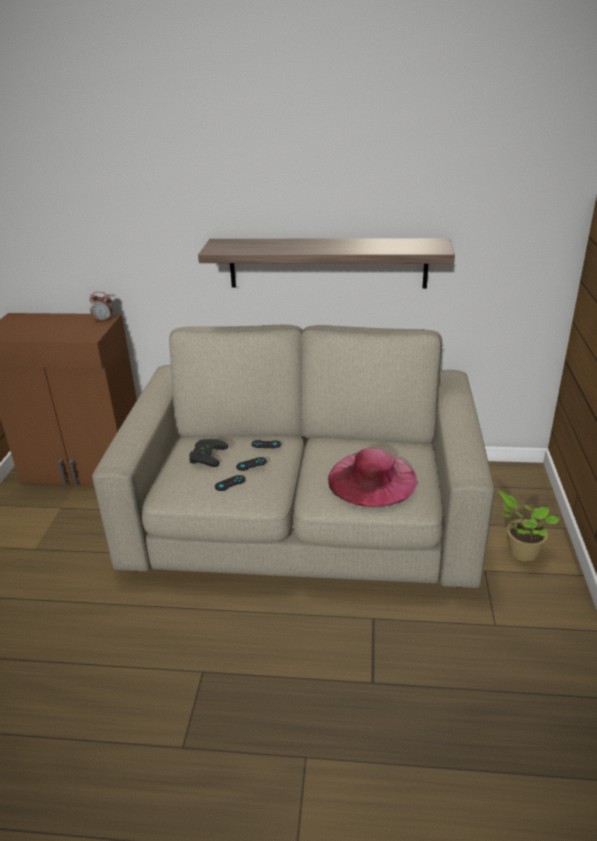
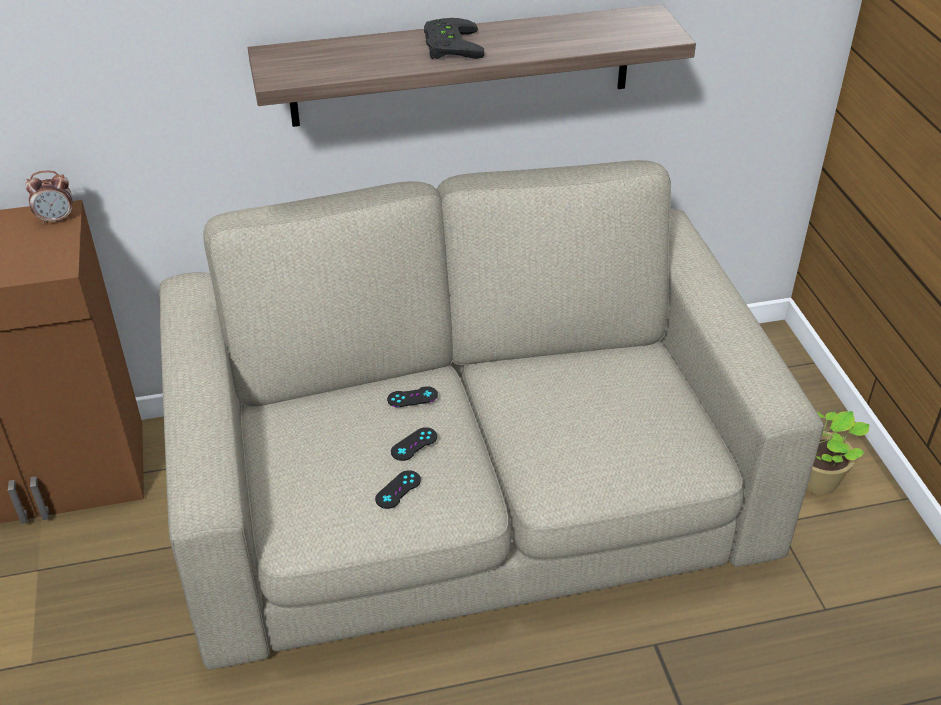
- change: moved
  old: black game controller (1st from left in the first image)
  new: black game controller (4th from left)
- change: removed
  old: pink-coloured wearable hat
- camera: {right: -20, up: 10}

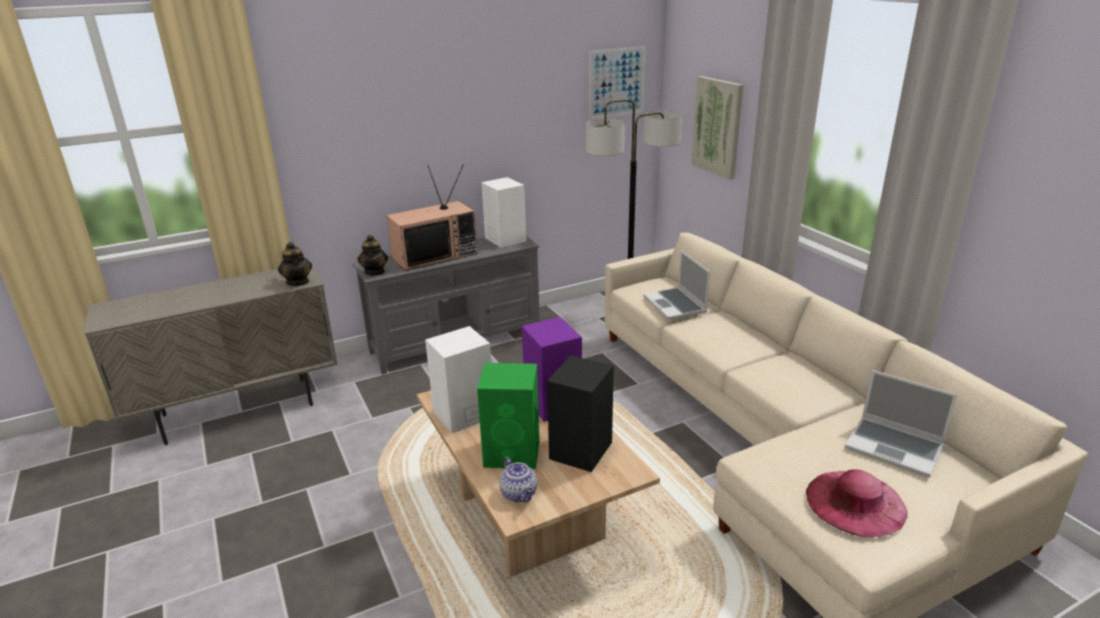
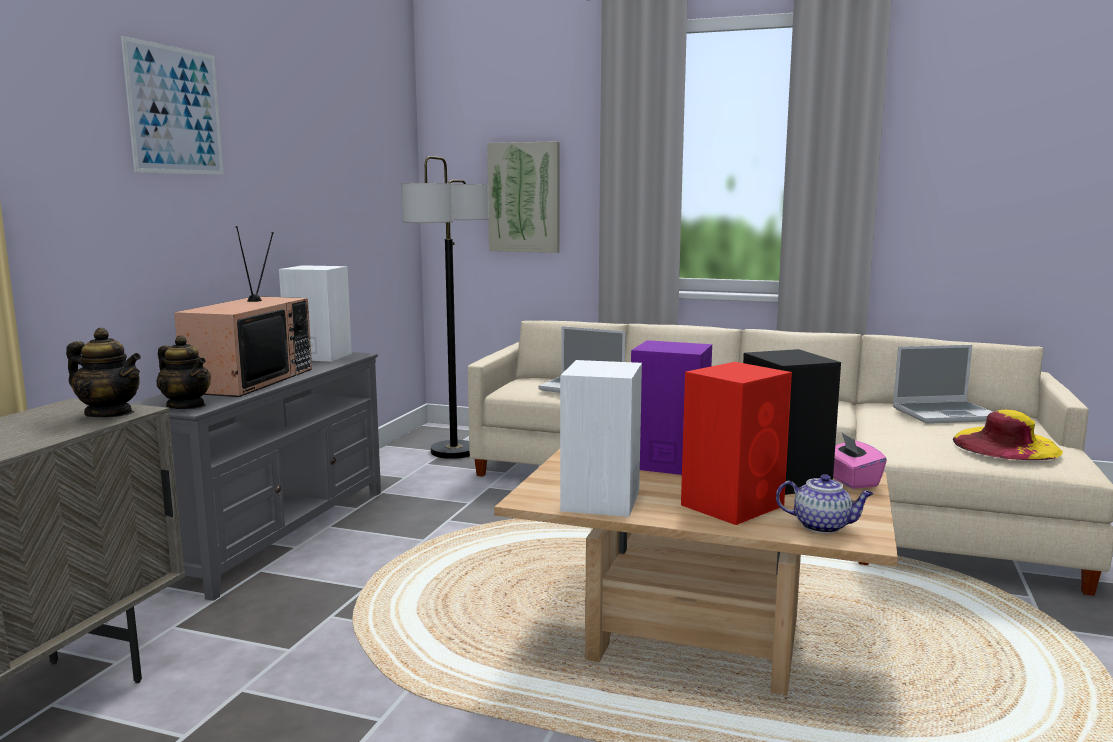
- change: moved
  old: wall art (1st from left)
- change: recoloured
  old: green loudspeaker
  new: red loudspeaker
- change: added
  new: pink-coloured tissue box
- change: recoloured
  old: pink-coloured wearable hat
  new: yellow wearable hat
- camera: {right: -45, up: -15}

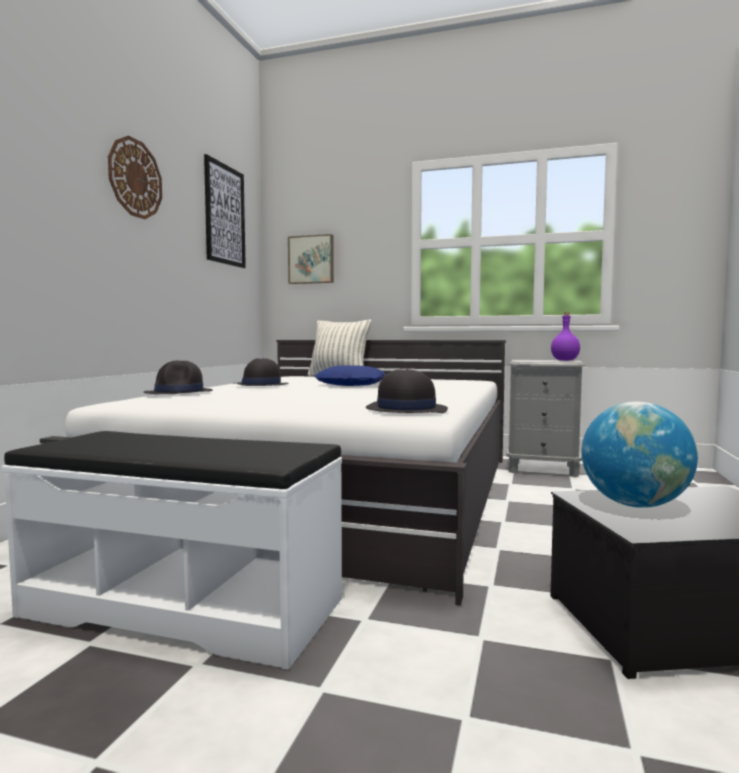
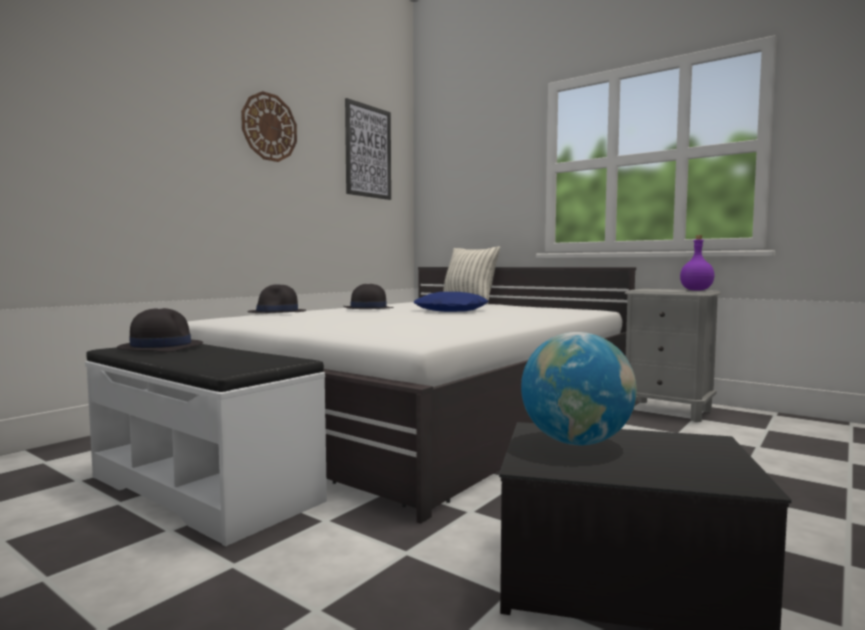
- change: moved
  old: black wearable hat (3rd from left in the first image)
  new: black wearable hat (1st from left)
- change: removed
  old: wall art (2nd from left)
- camera: {right: 20, up: 0}

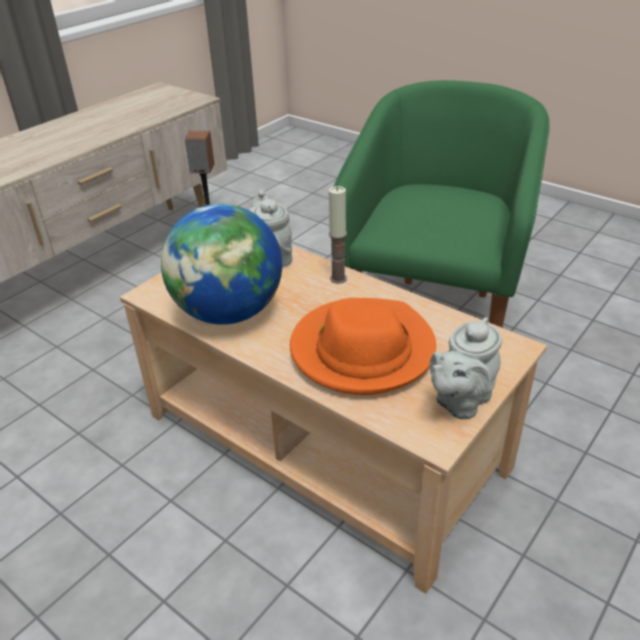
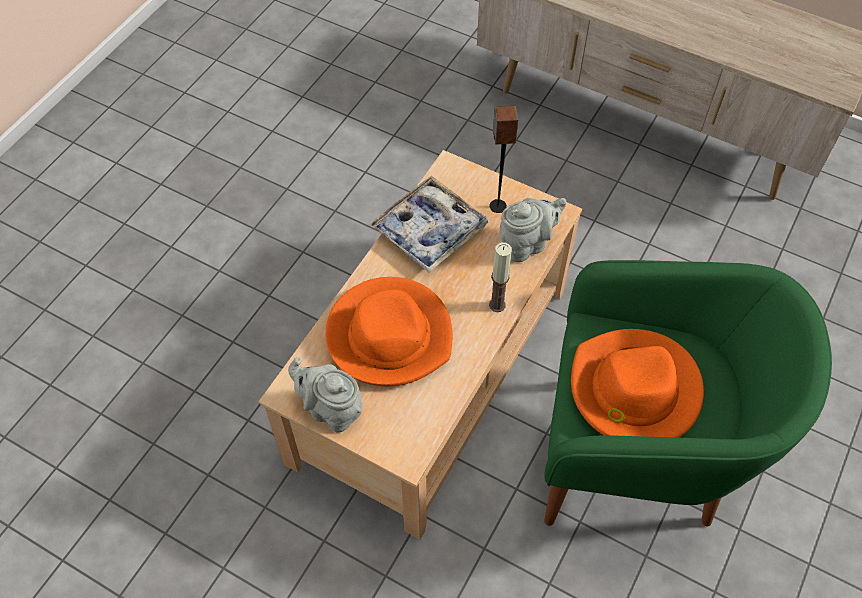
- change: replaced
  old: globe
  new: tray
- change: added
  new: orangey wearable hat (2nd from left)
- camera: {right: 80, up: 20}

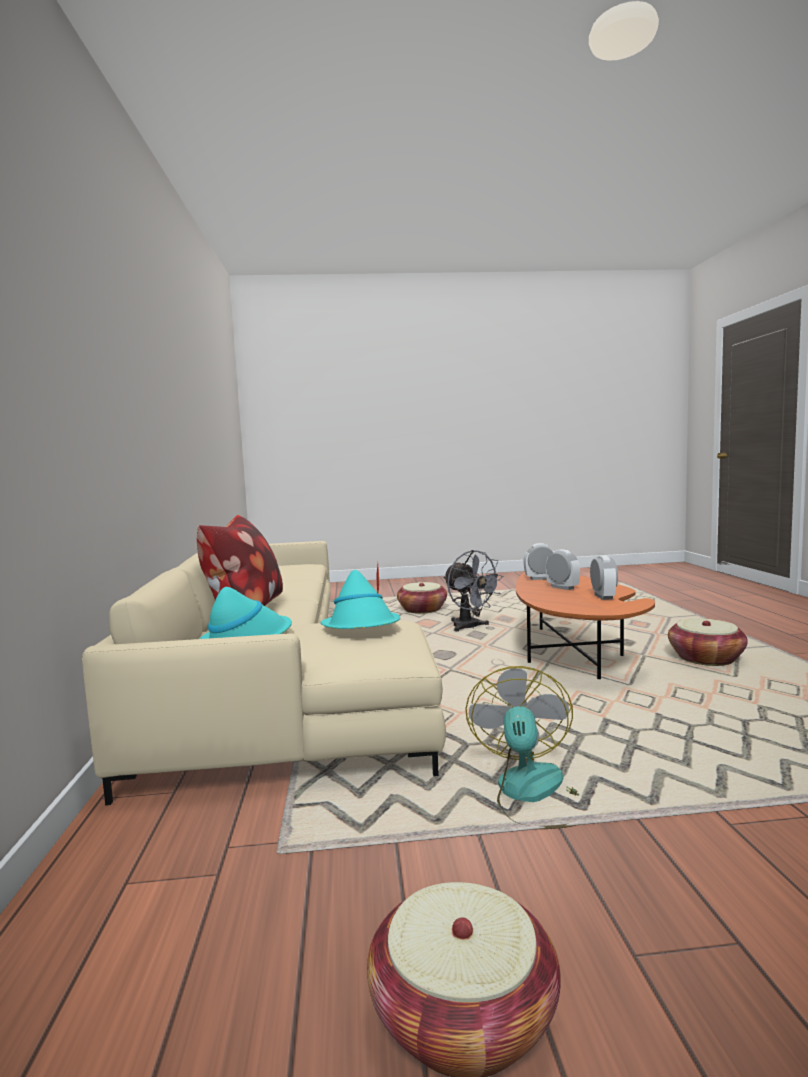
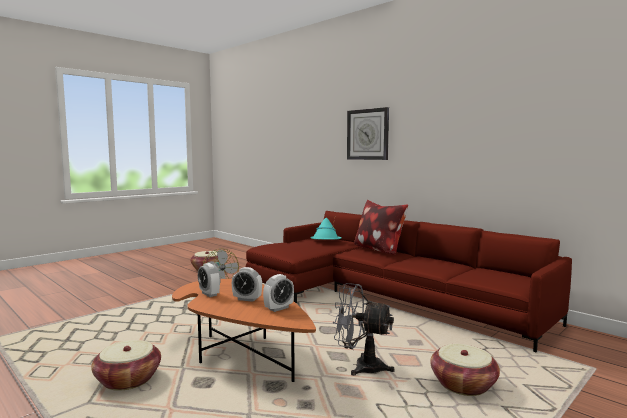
- change: recoloured
  old: beige sofa
  new: red sofa
- change: added
  new: clock on the wall
- change: removed
  old: blue-green wearable hat (2nd from left)
- camera: {right: 140, up: 0}

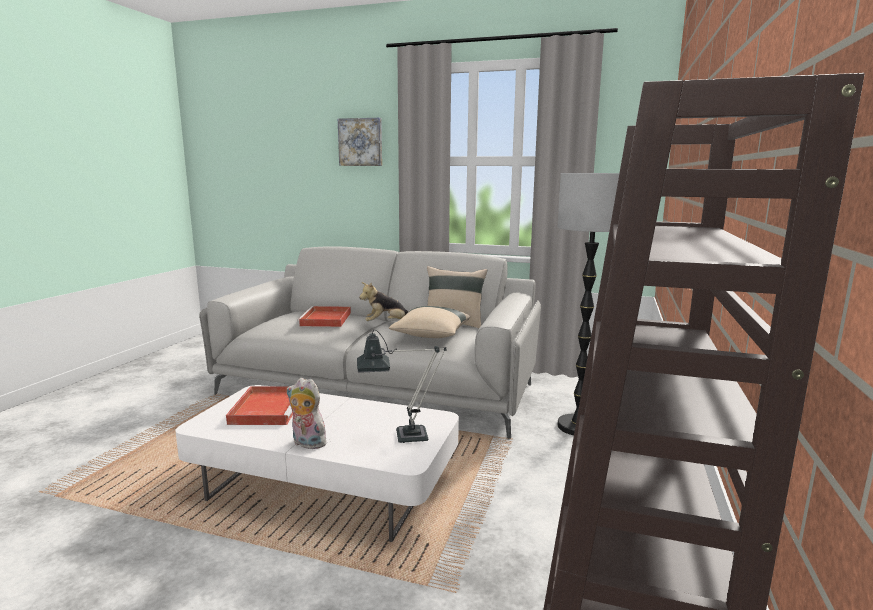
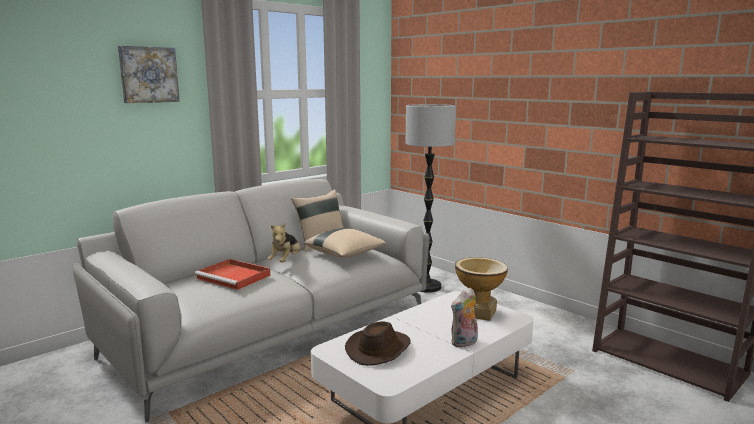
- change: replaced
  old: red tray (1st from left)
  new: brown wearable hat
- change: replaced
  old: lamp for a table
  new: vase
- camera: {right: -60, up: 0}

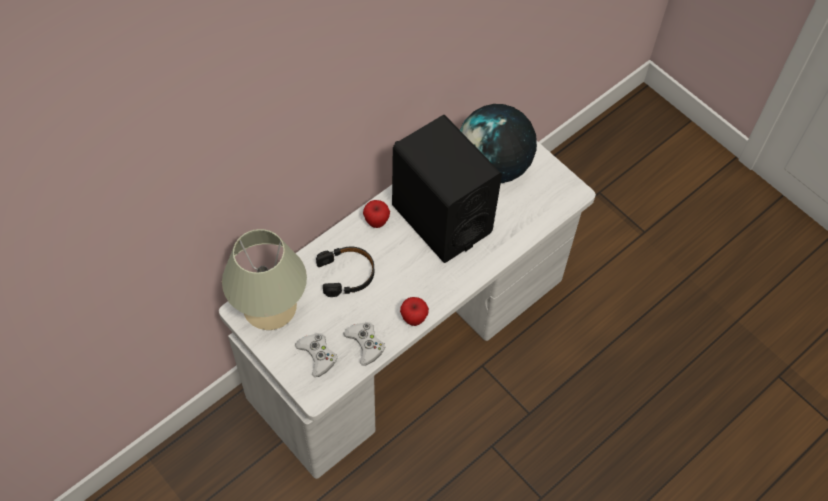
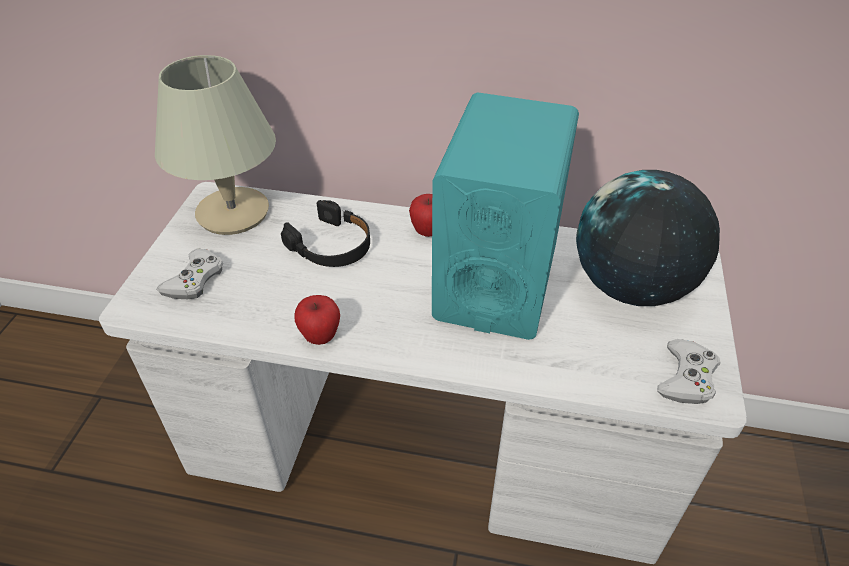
- change: recoloured
  old: black loudspeaker
  new: blue-green loudspeaker
- change: moved
  old: white game controller (2nd from left)
- camera: {right: 55, up: -15}

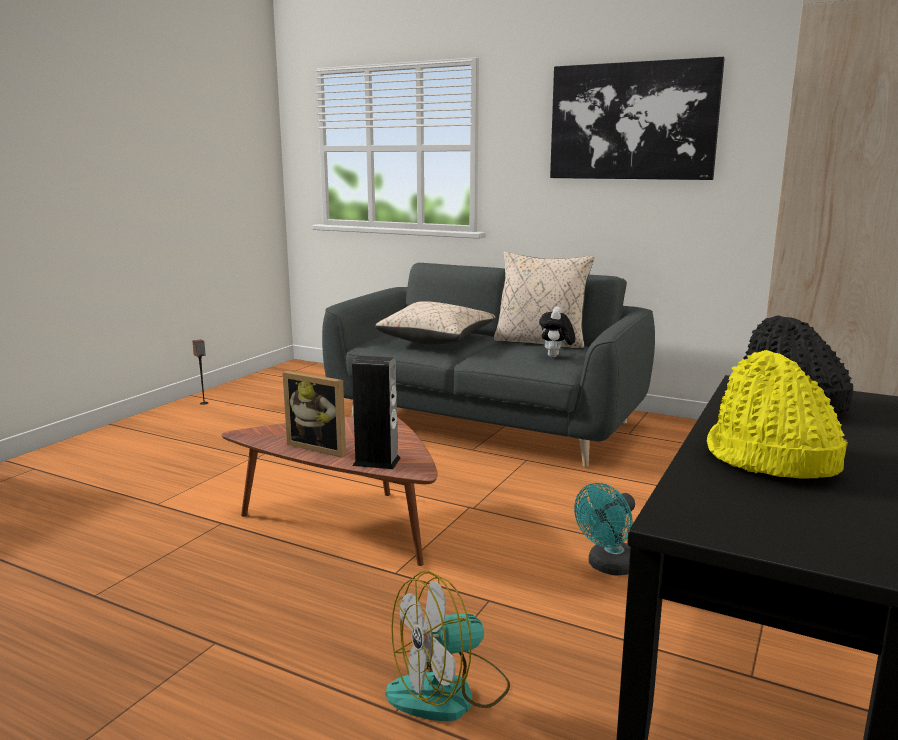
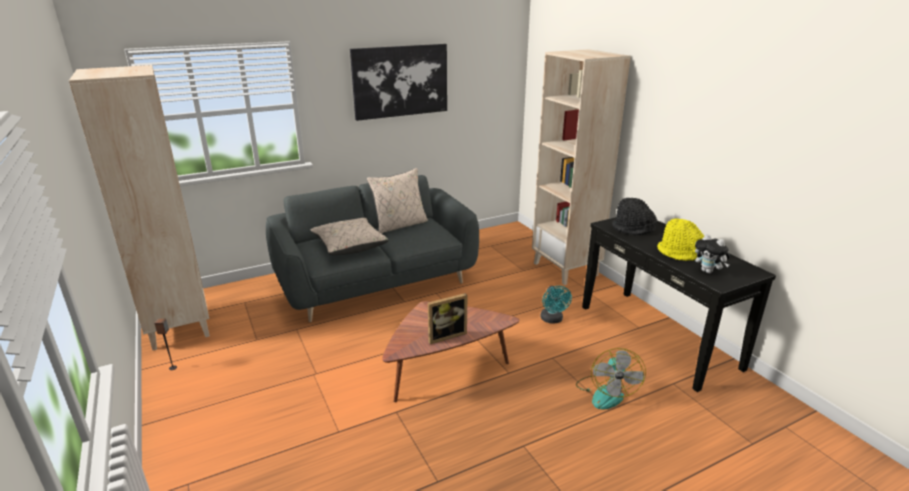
- change: added
  new: beige bookcase (1st from left)
- change: moved
  old: plush toy
- change: removed
  old: loudspeaker (2nd from left)
- camera: {right: -55, up: 10}

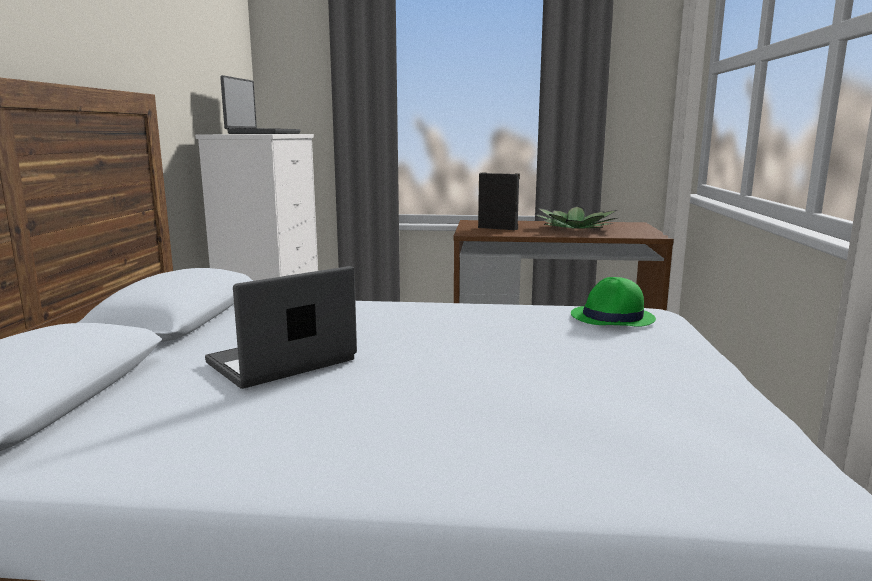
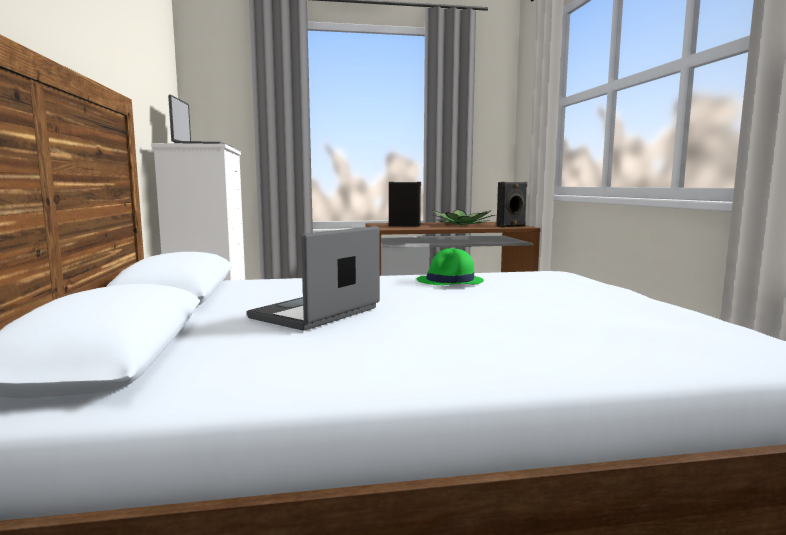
- change: moved
  old: green wearable hat
- change: added
  new: black loudspeaker (2nd from left)
- camera: {right: -15, up: -5}

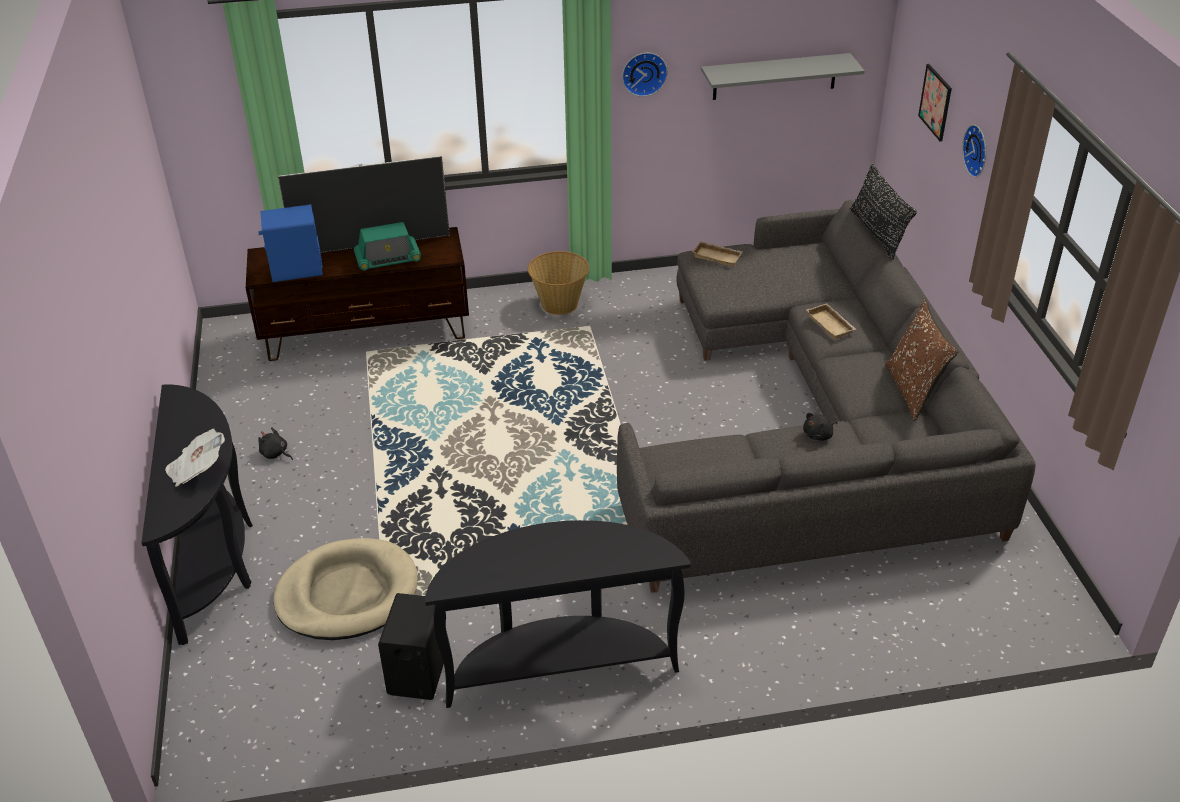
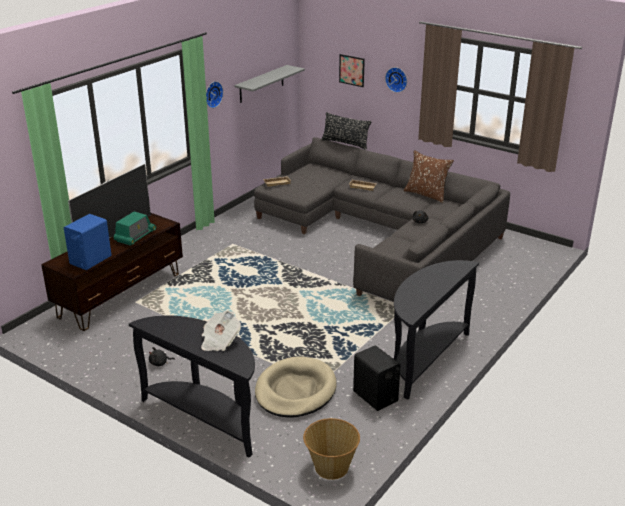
- change: moved
  old: storage basket
- camera: {right: -45, up: -10}

